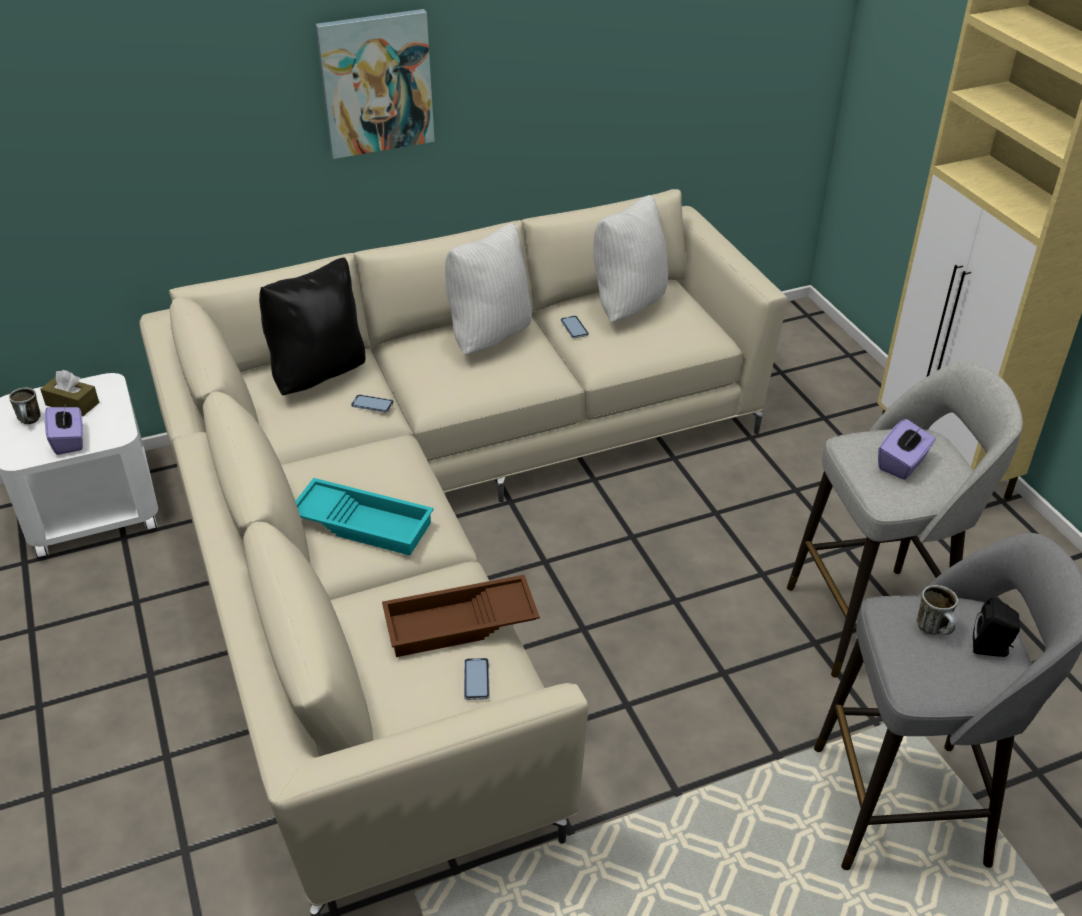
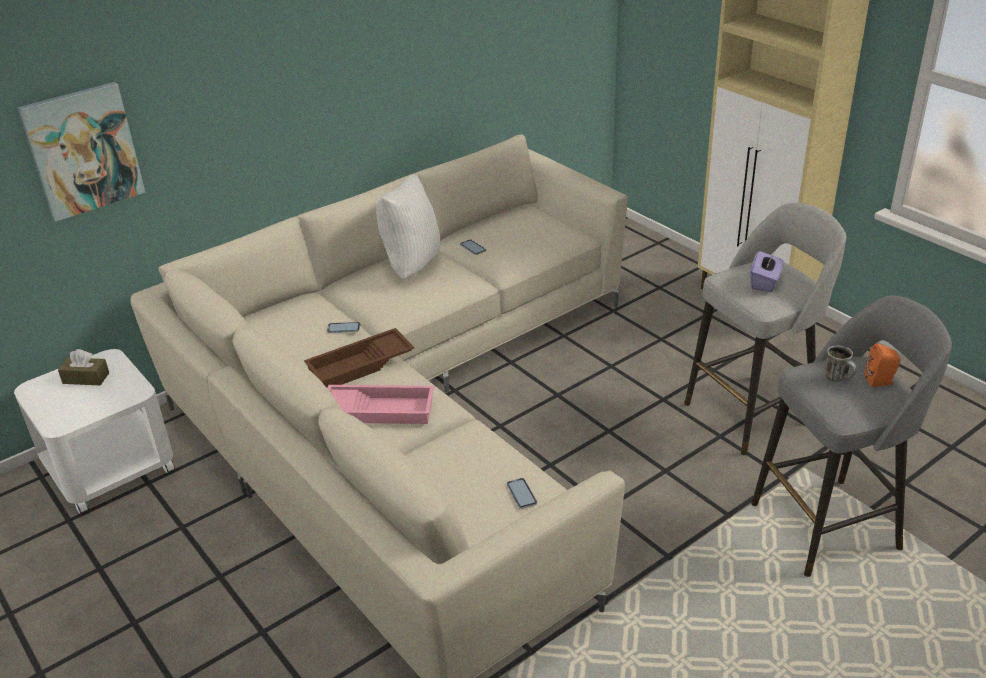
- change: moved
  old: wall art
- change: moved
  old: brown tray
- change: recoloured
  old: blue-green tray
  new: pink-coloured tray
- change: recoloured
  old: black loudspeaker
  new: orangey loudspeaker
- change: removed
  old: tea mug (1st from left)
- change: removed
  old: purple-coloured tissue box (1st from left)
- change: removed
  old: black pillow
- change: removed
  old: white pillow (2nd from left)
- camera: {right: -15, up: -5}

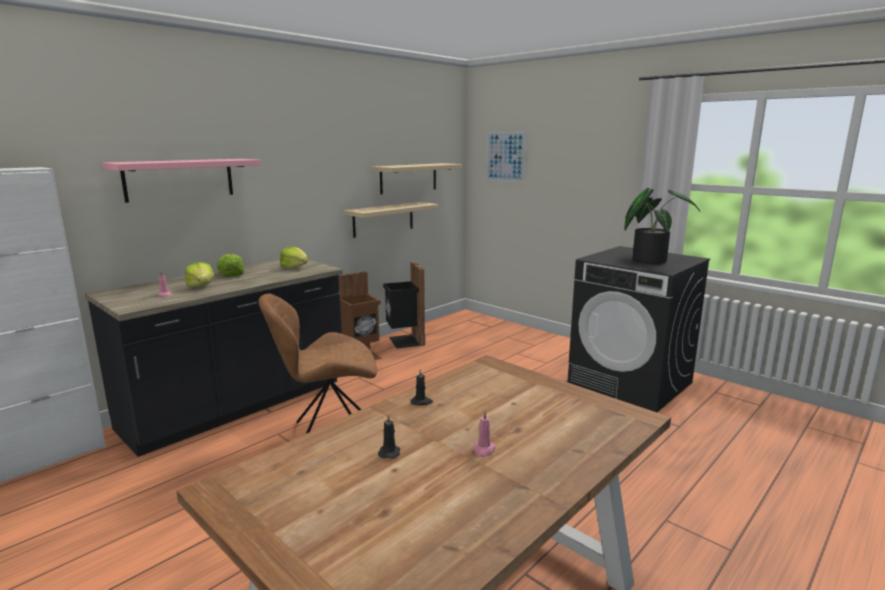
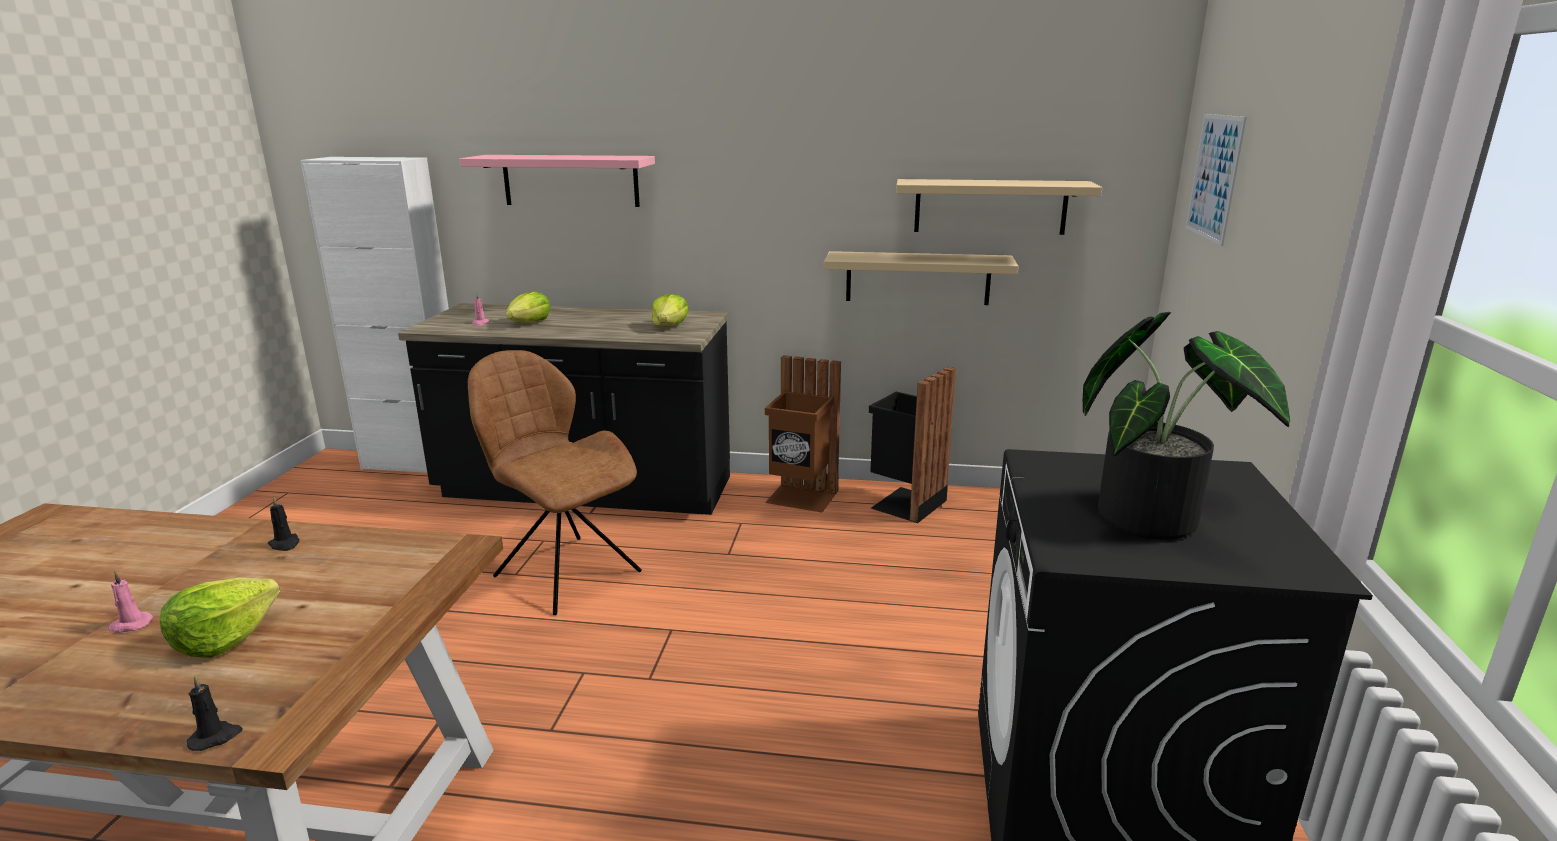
- change: moved
  old: lettuce (2nd from left in the first image)
  new: lettuce (1st from left)
- change: moved
  old: black wax candle (1st from left)
- camera: {right: 55, up: 5}

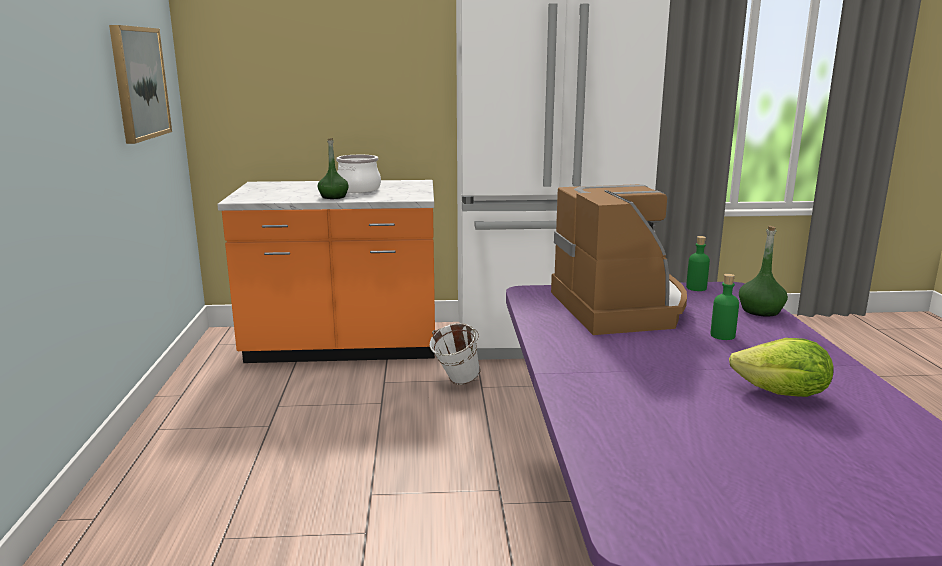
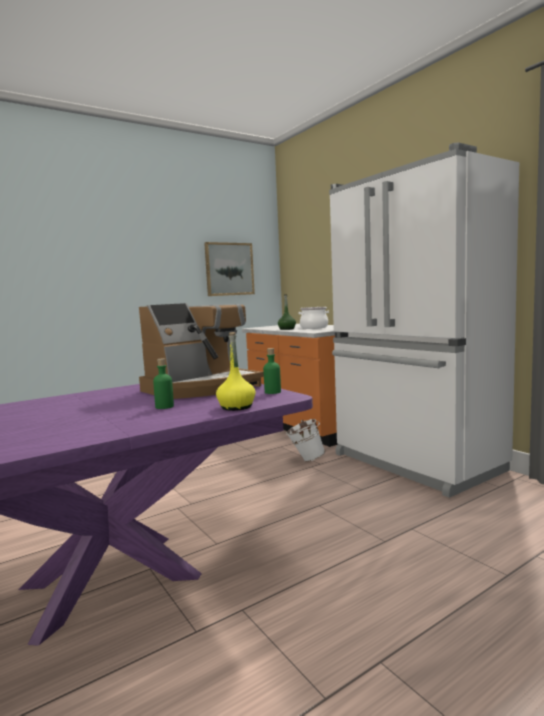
- change: recoloured
  old: green bottle (4th from left)
  new: yellow bottle
- change: removed
  old: lettuce
- camera: {right: 60, up: -10}

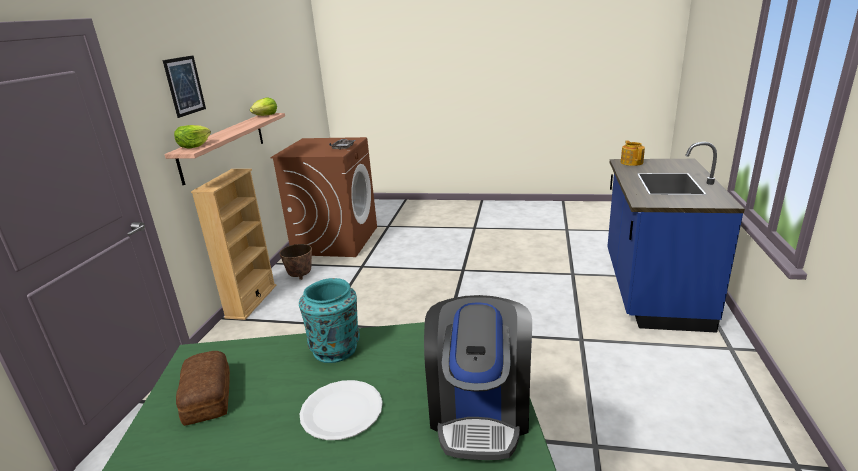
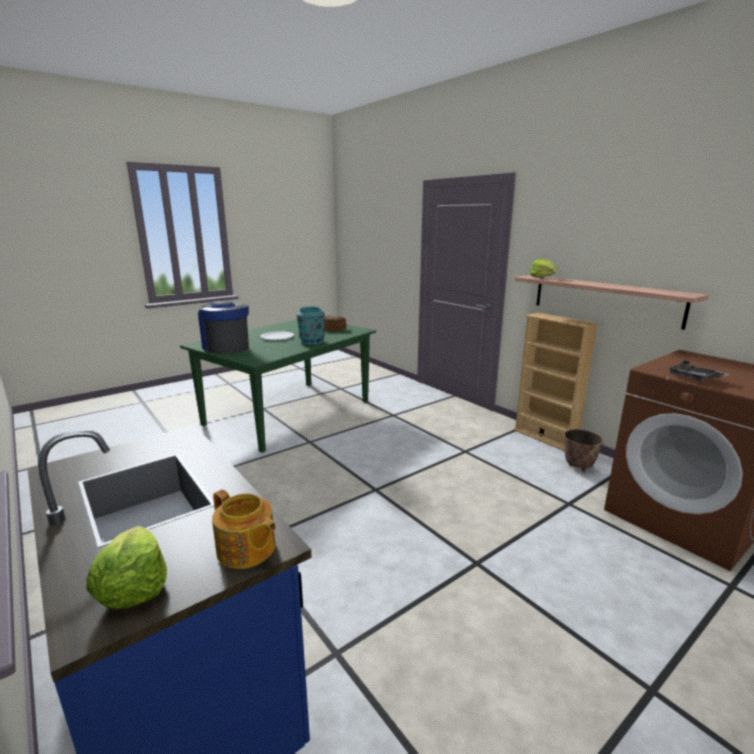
- change: moved
  old: lettuce (2nd from left in the first image)
  new: lettuce (1st from left)
- change: removed
  old: wall art
- camera: {right: 130, up: -5}

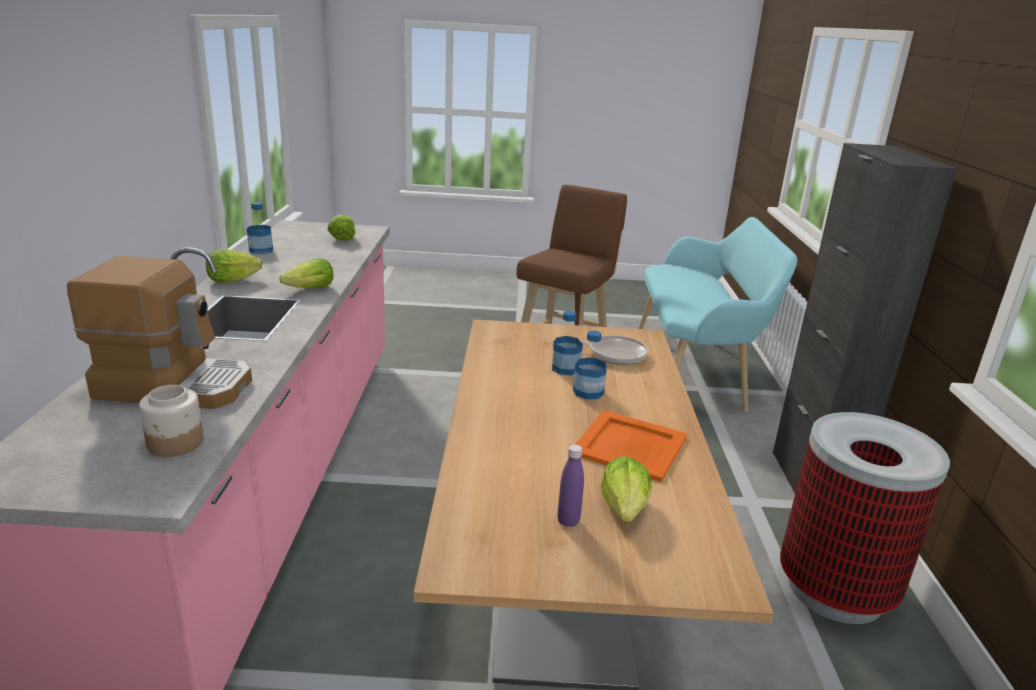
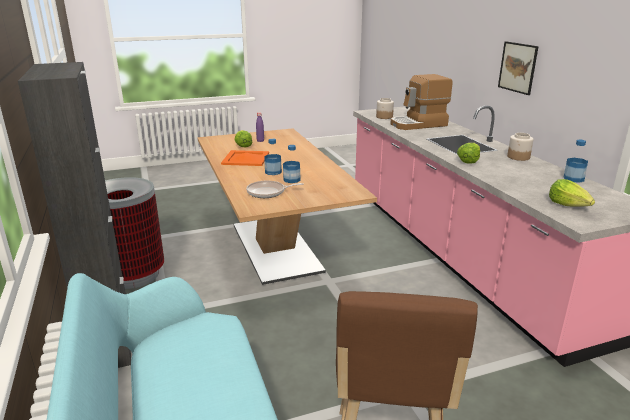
- change: added
  new: wall art
- change: replaced
  old: lettuce (1st from left)
  new: storage jar (2nd from left)
- camera: {right: 160, up: 0}

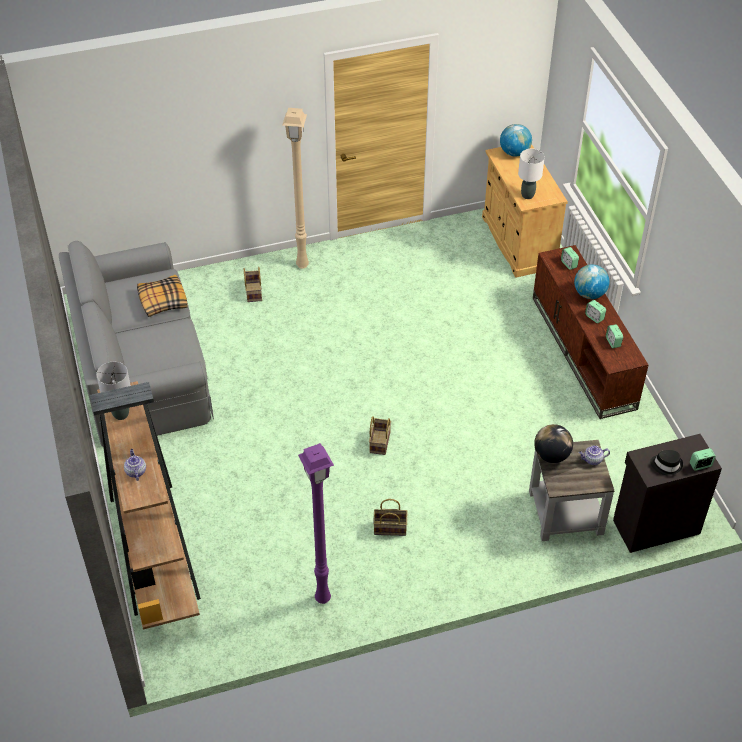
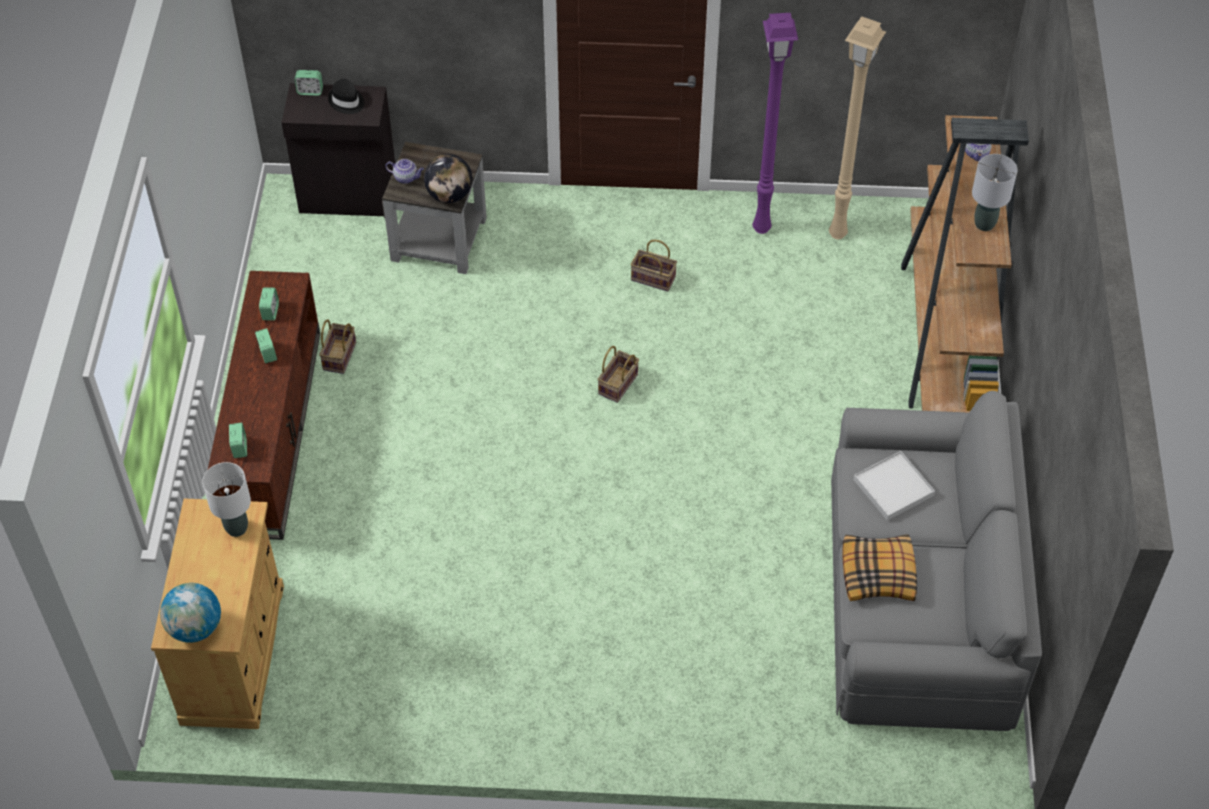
- change: moved
  old: storage basket (1st from left)
- change: moved
  old: beige floor lamp
- change: added
  new: white tray
- change: removed
  old: globe (3rd from left)
- camera: {right: -160, up: 5}

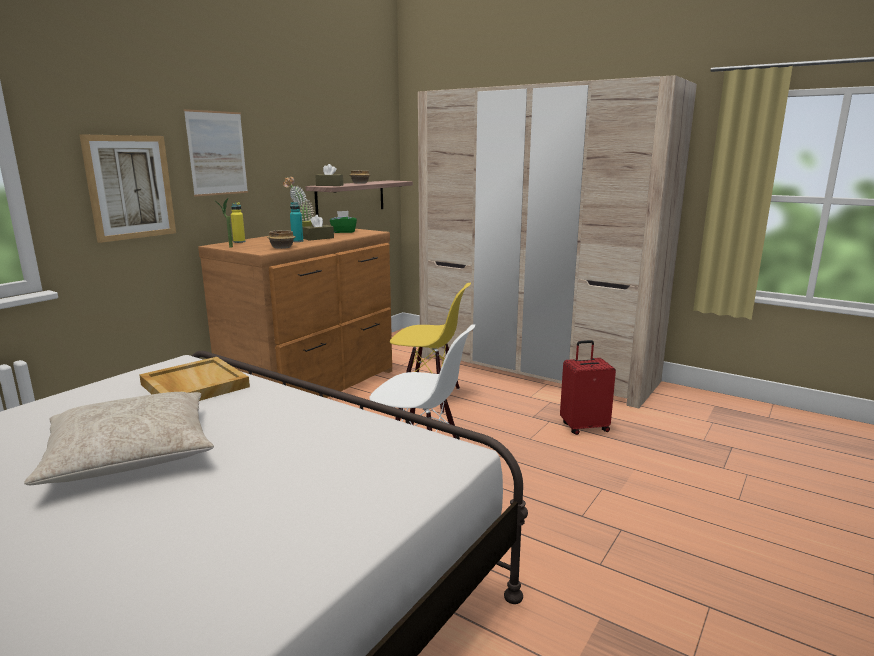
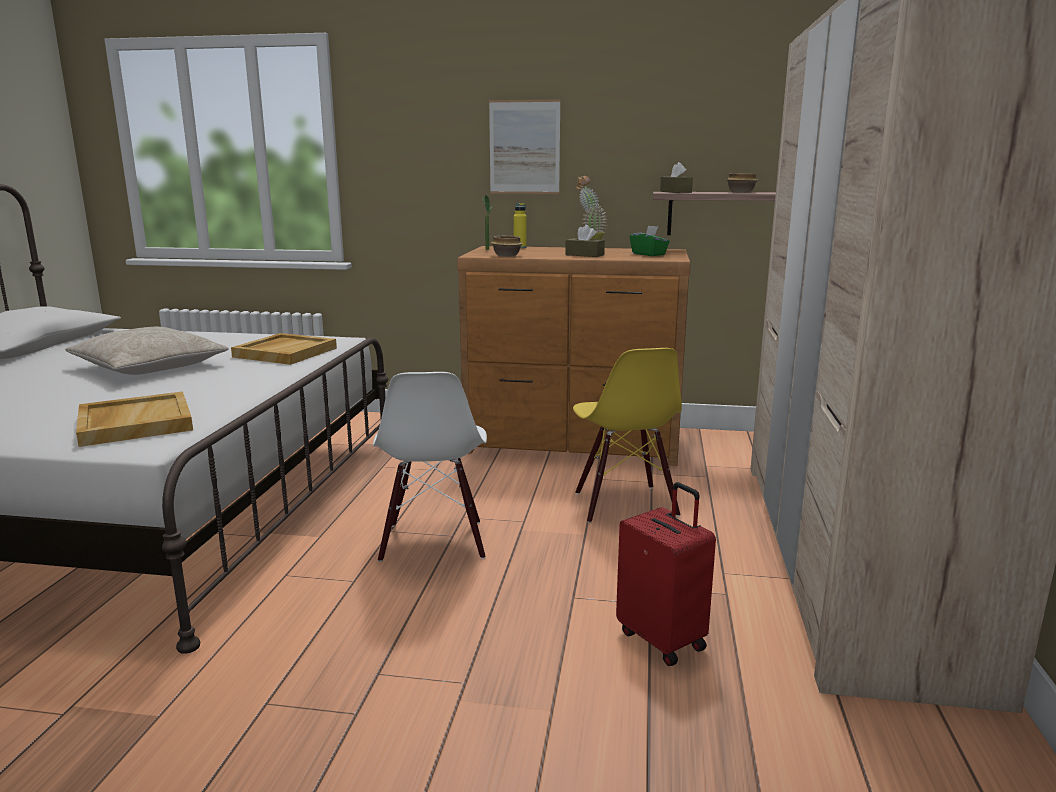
- change: added
  new: beige tray (1st from left)
- change: removed
  old: wall art (1st from left)
- change: removed
  old: blue-green bottle
- camera: {right: 65, up: 0}

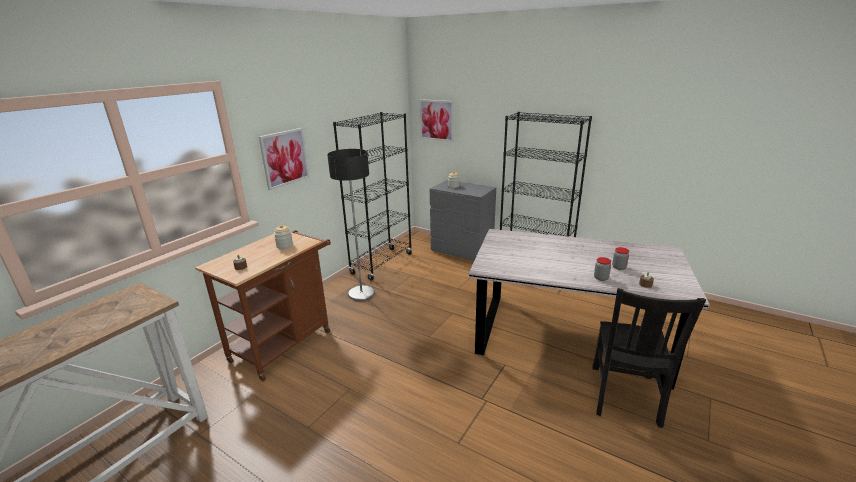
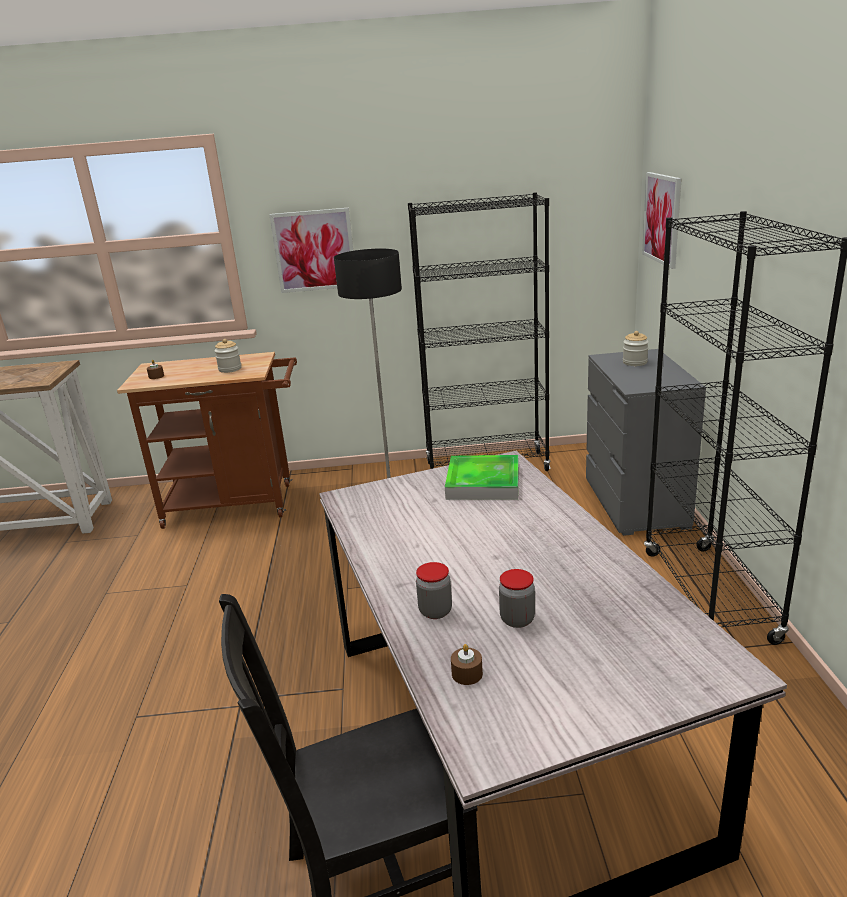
- change: added
  new: tray
- camera: {right: 55, up: 0}

